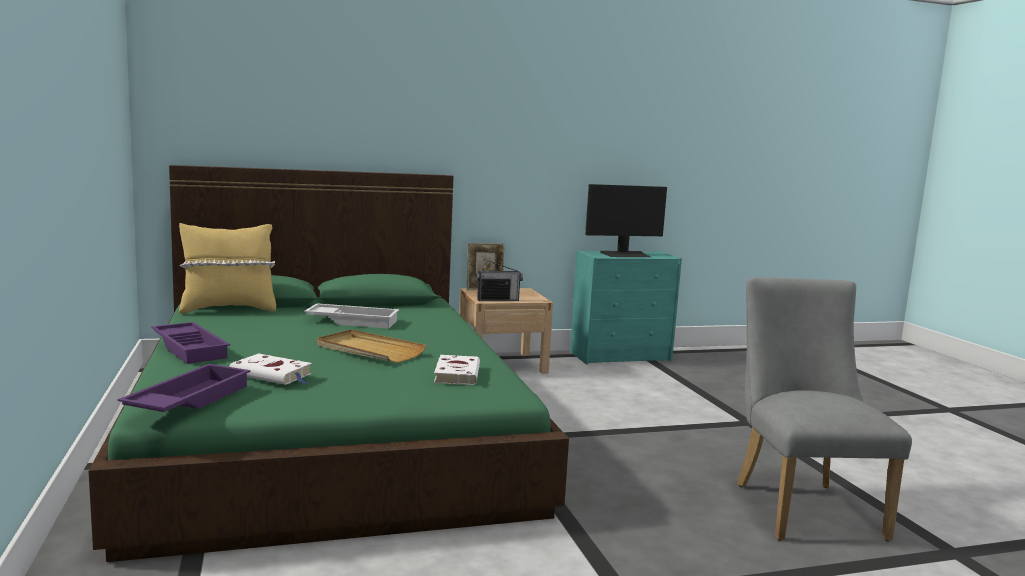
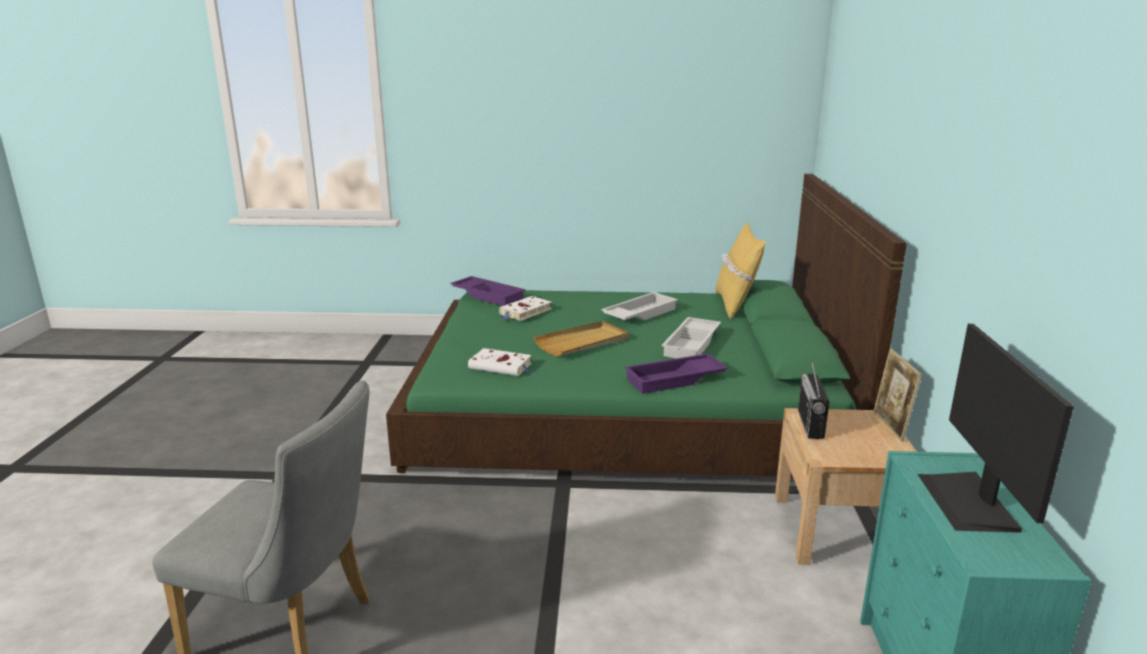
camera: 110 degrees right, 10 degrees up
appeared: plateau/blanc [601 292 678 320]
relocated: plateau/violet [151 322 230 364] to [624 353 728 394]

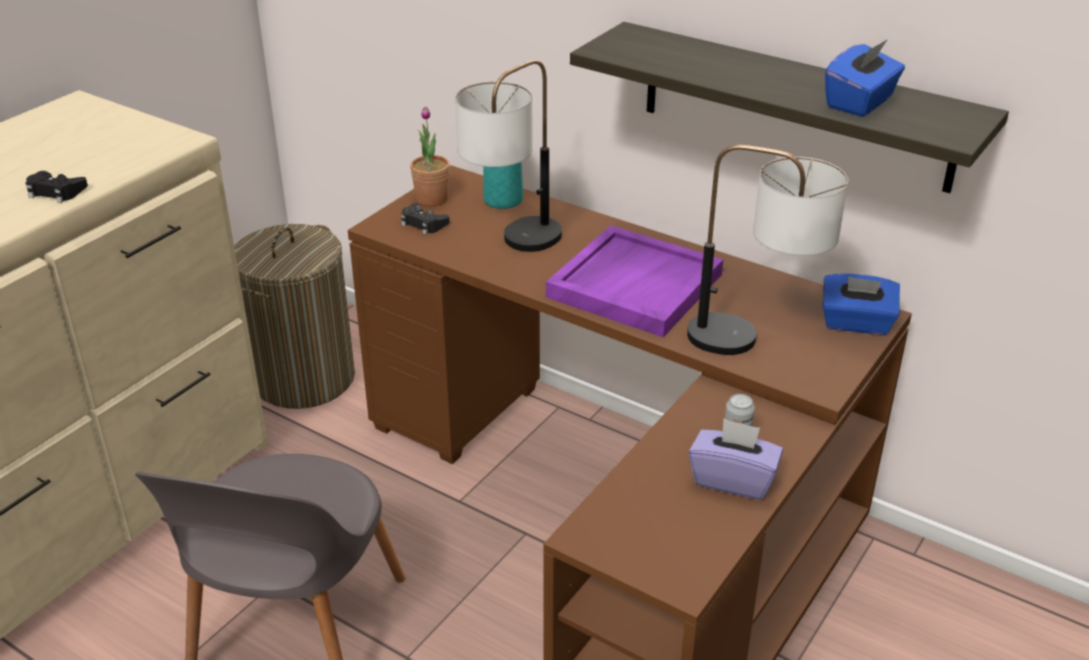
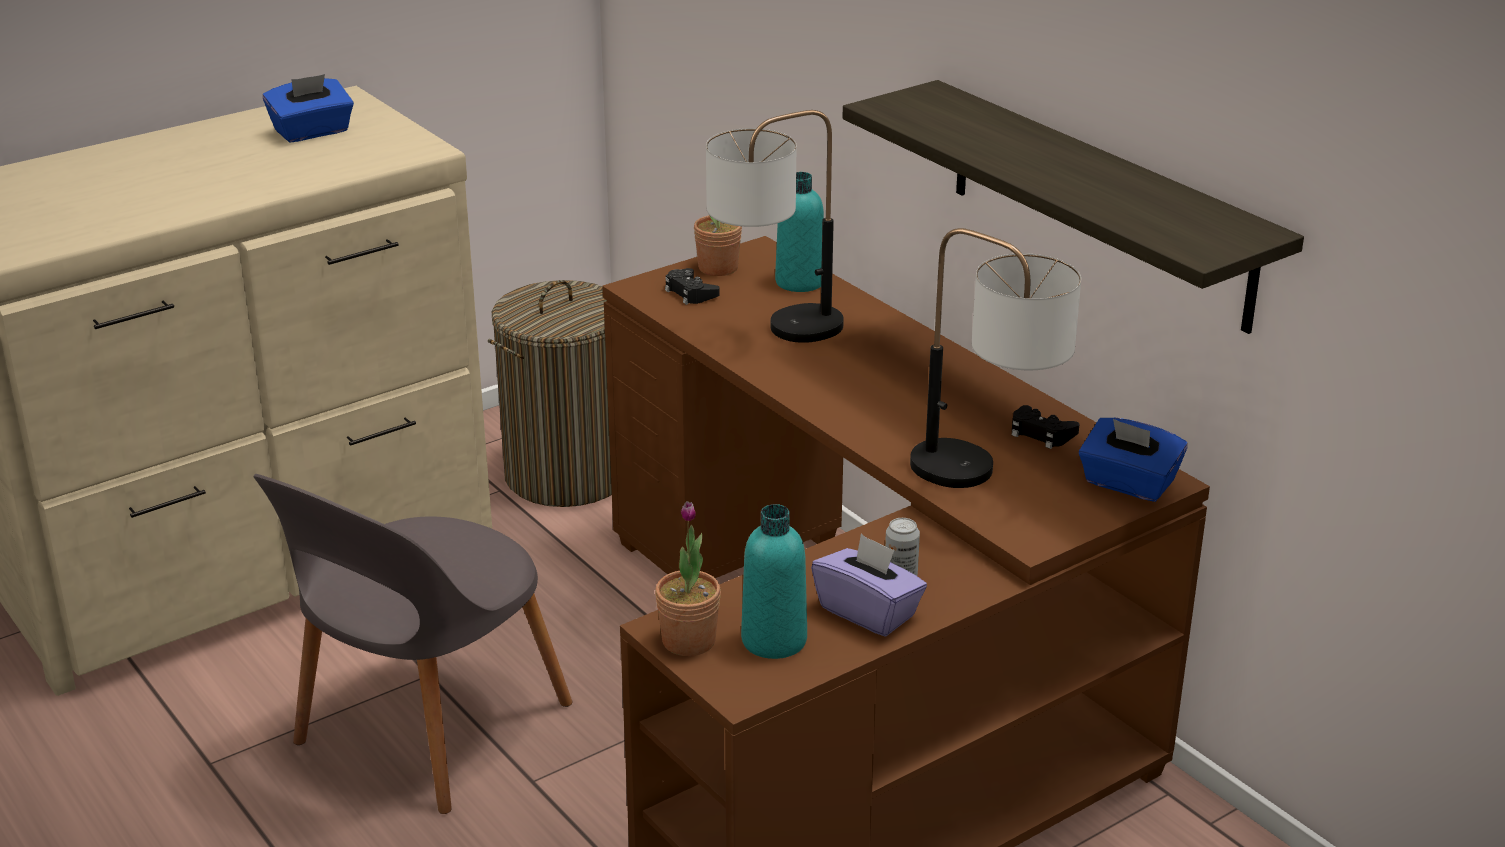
camera: 20 degrees right, 5 degrees down
missing: plateau/violet [546 225 723 337]
appeared: plante en pot [655 501 721 656]; bouteille/turquoise [741 504 807 659]
relocated: manette/noir [26 171 88 203] to [1012 405 1079 449]; boîte à mouchoirs/bleu [825 39 905 117] to [263 74 354 143]

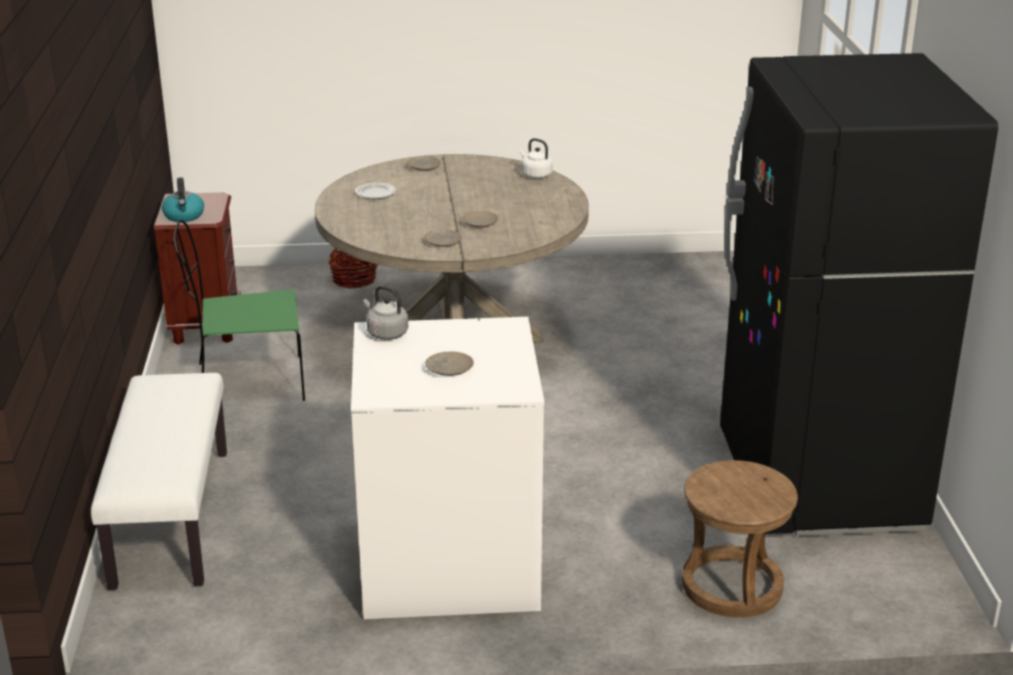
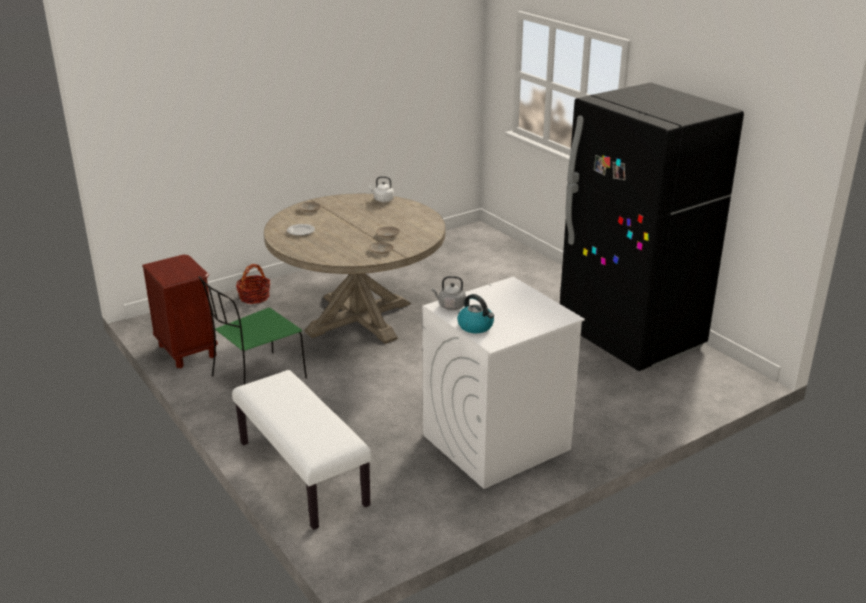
camera: 30 degrees left, 0 degrees up
missing: assiette/beige [425 351 474 376]; tabouret/marron [682 460 798 618]
relocated: bouilloire [162 178 204 222] to [457 294 494 333]

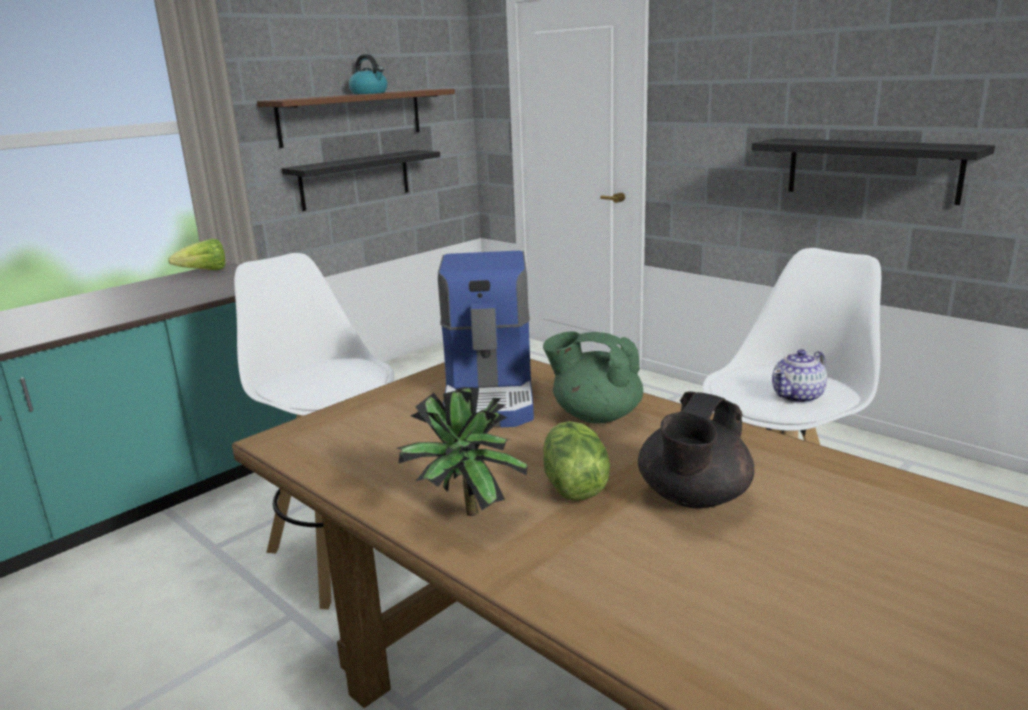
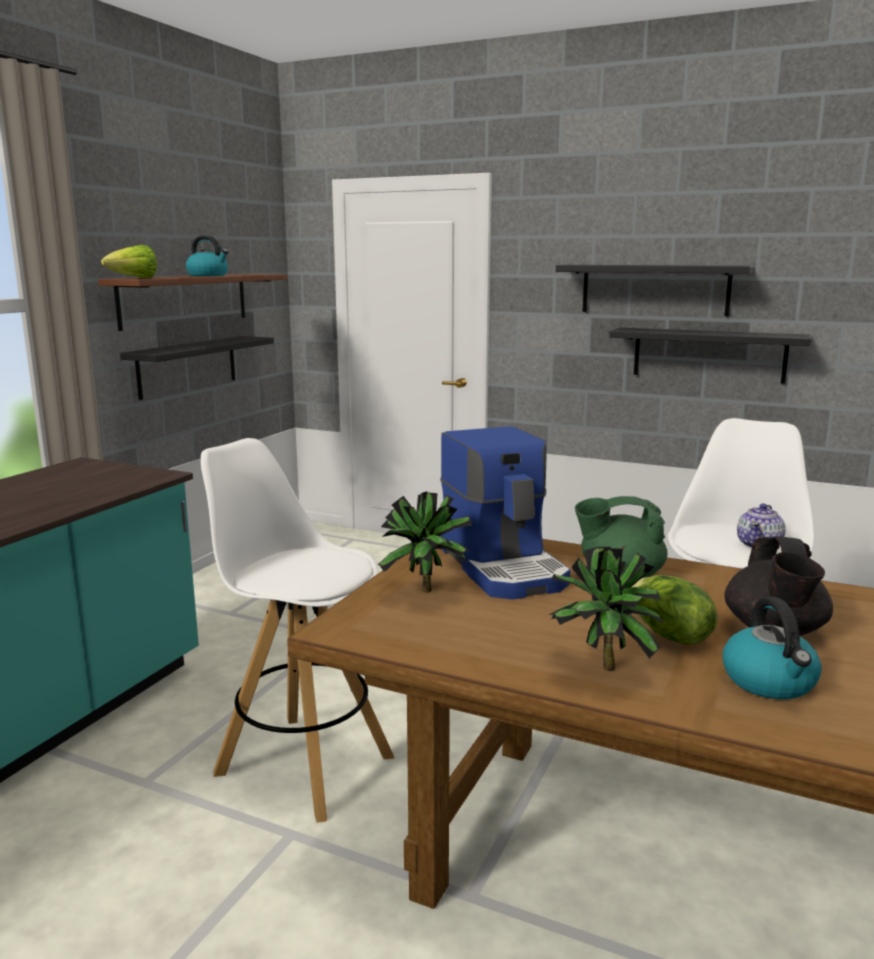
camera: 20 degrees left, 5 degrees down
appeared: plante en pot [378 491 472 593]; étagère/noir [556 265 753 316]; bouilloire [723 597 822 699]
relocated: laitue [168 239 225 270] to [101 245 157 278]

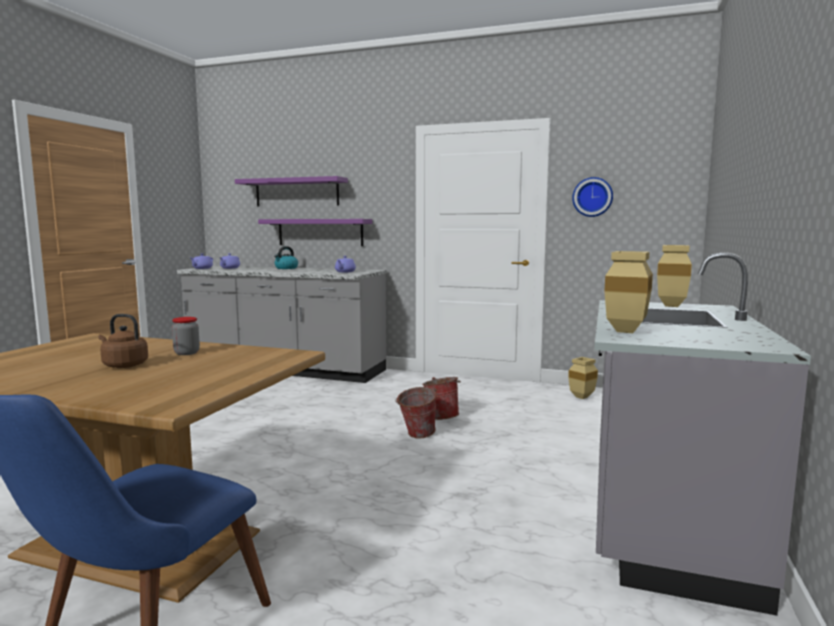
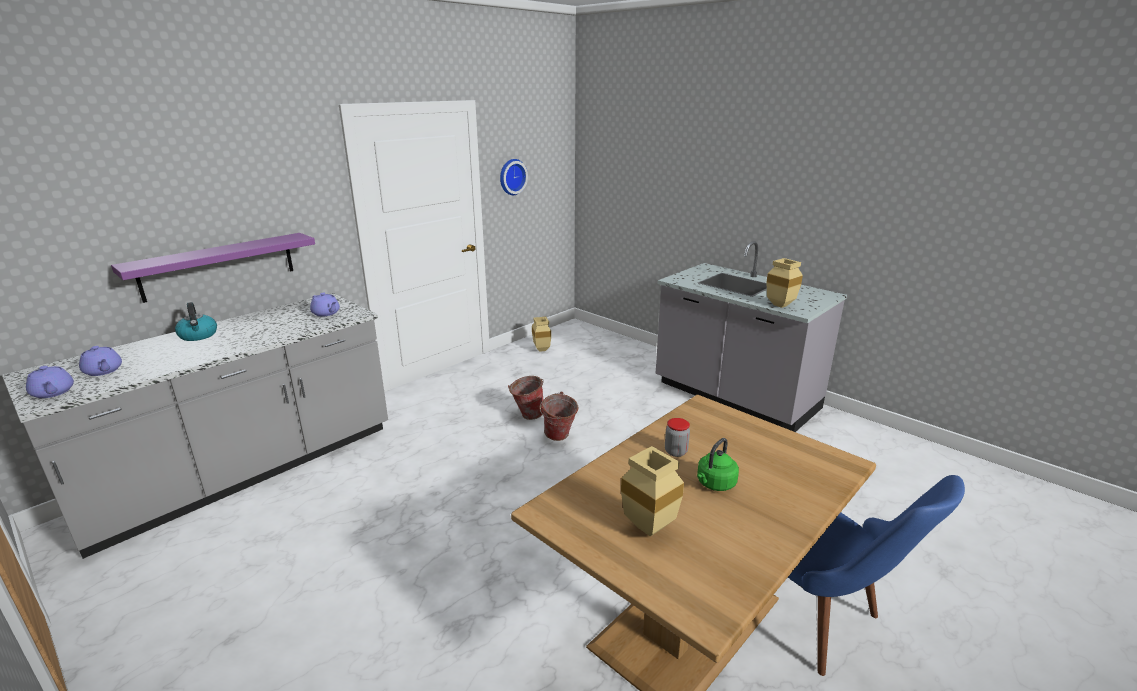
camera: 65 degrees left, 15 degrees up
missing: étagère/violet [235 176 348 206]
relocated: vase/beige [657 245 692 307] to [621 446 684 537]
colour: bouilloire/marron [98 314 148 368] to bouilloire/vert [697 438 739 491]

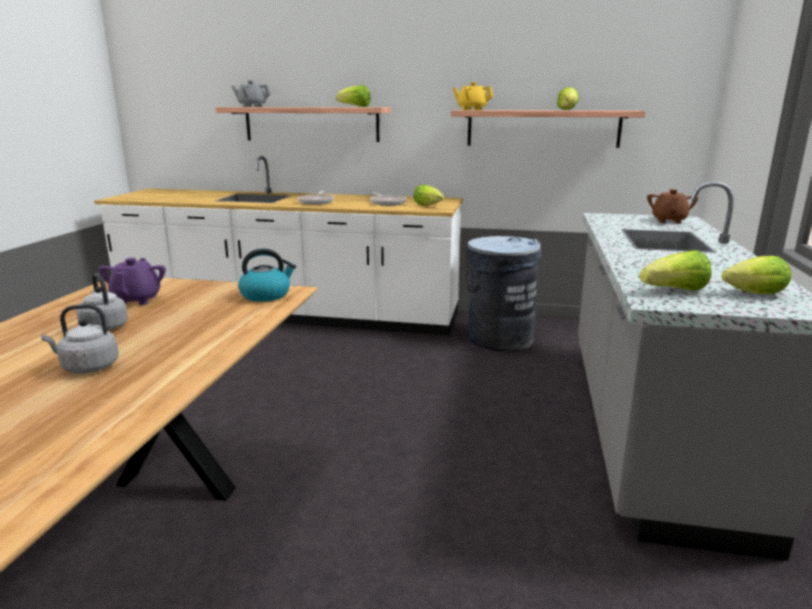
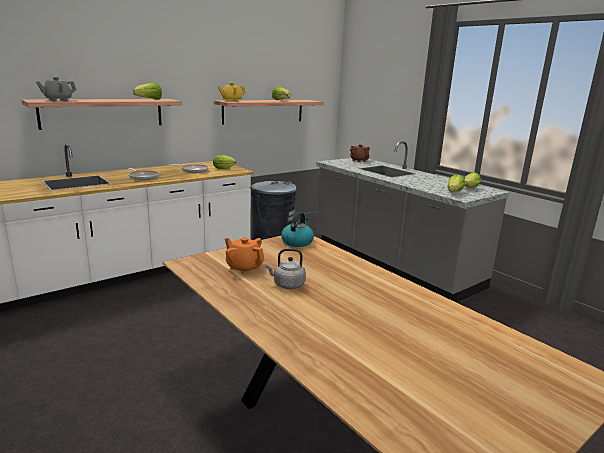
camera: 50 degrees left, 0 degrees up
missing: bouilloire/gris [41 304 119 373]
colour: théière/violet [98 258 166 305] to théière/orange [225 237 265 274]

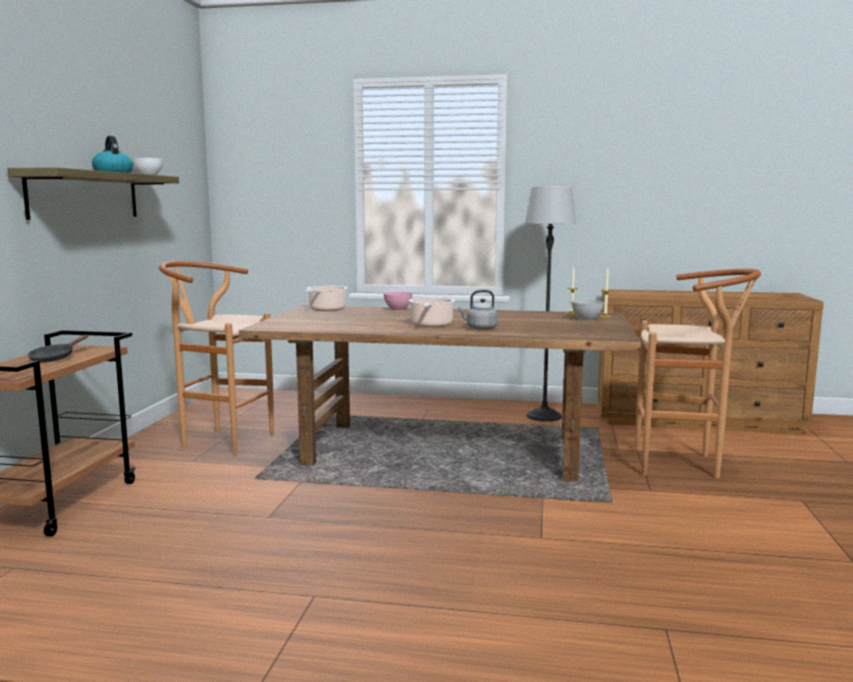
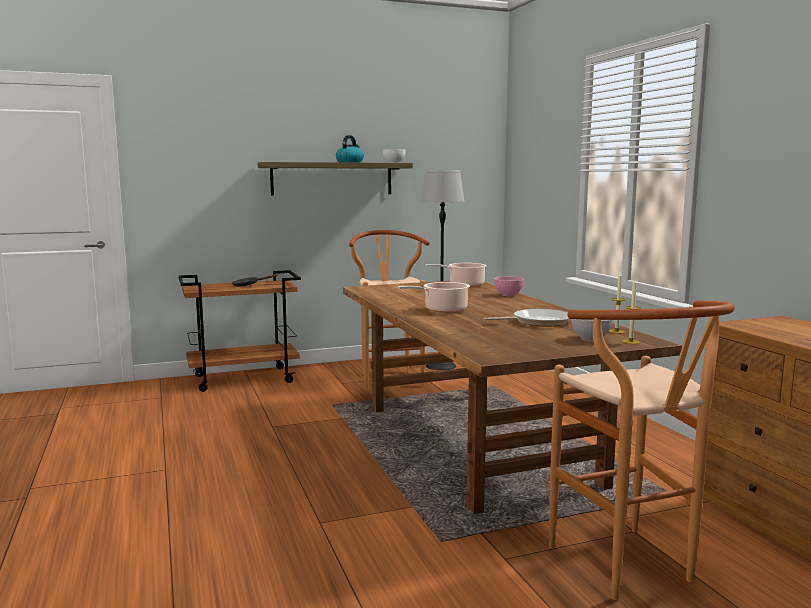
camera: 60 degrees right, 0 degrees up
missing: bouilloire/gris [458 290 498 330]
appeared: poêle [484 309 570 327]
relocated: lampadaire [525 186 577 422] to [421 170 464 370]

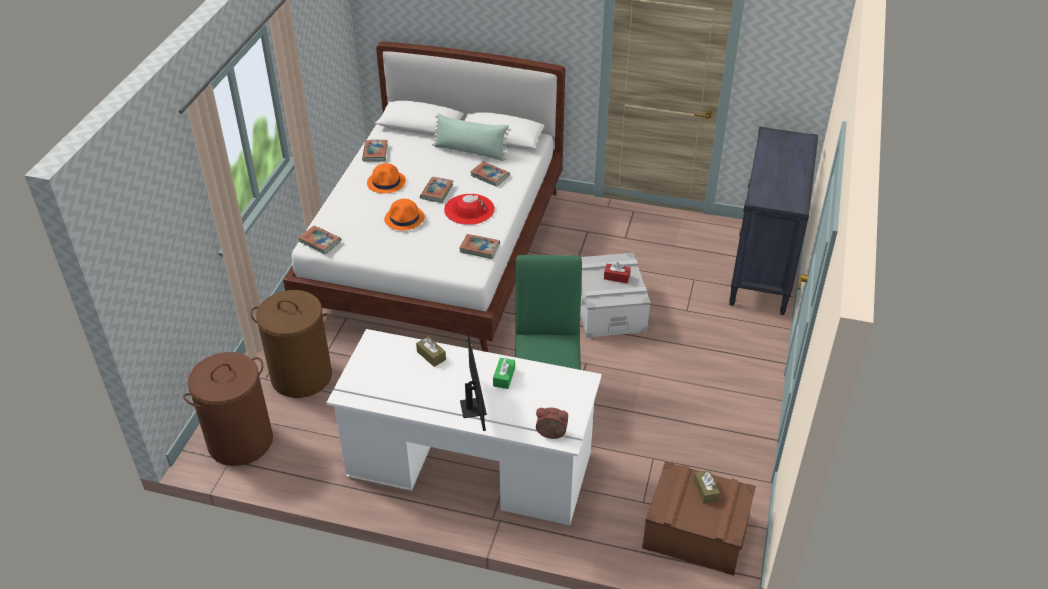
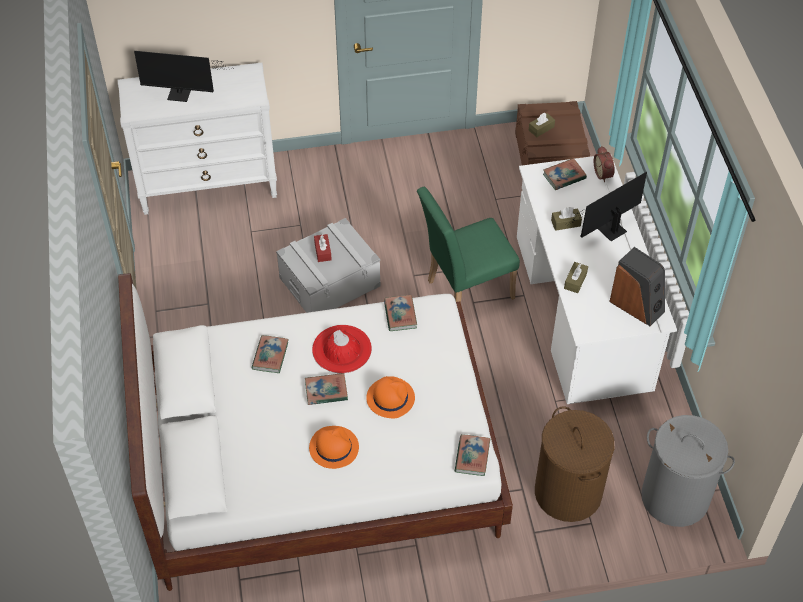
camera: 115 degrees left, 10 degrees up
missing: coussin/vert [432 113 511 161]
appeared: écran d'ordinateur [134 51 233 102]; enceinte [609 247 665 326]
relocated: livre [362 140 388 162] to [543 158 587 190]
colour: panier à linge/marron [183 352 273 466] to panier à linge/gris [641 415 735 527]; boîte à mouchoirs/vert [493 358 515 389] to boîte à mouchoirs/marron [551 207 582 231]; commode/noir [729 127 818 315] to commode/blanc [118 63 277 215]

